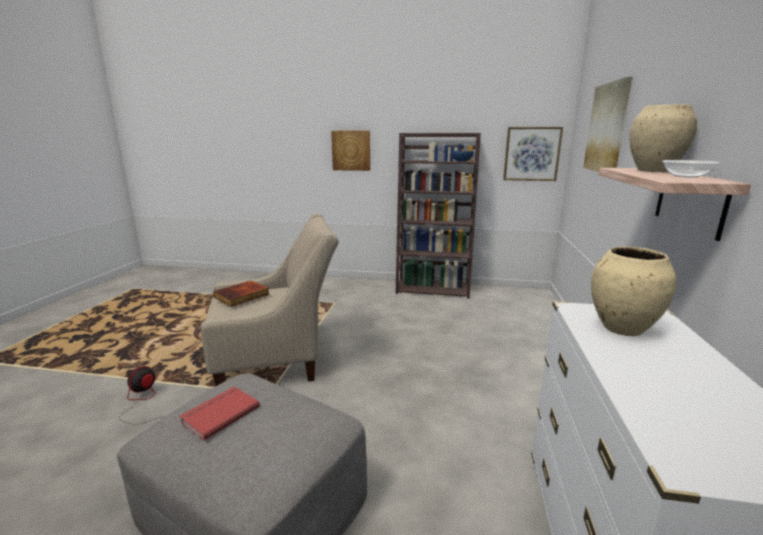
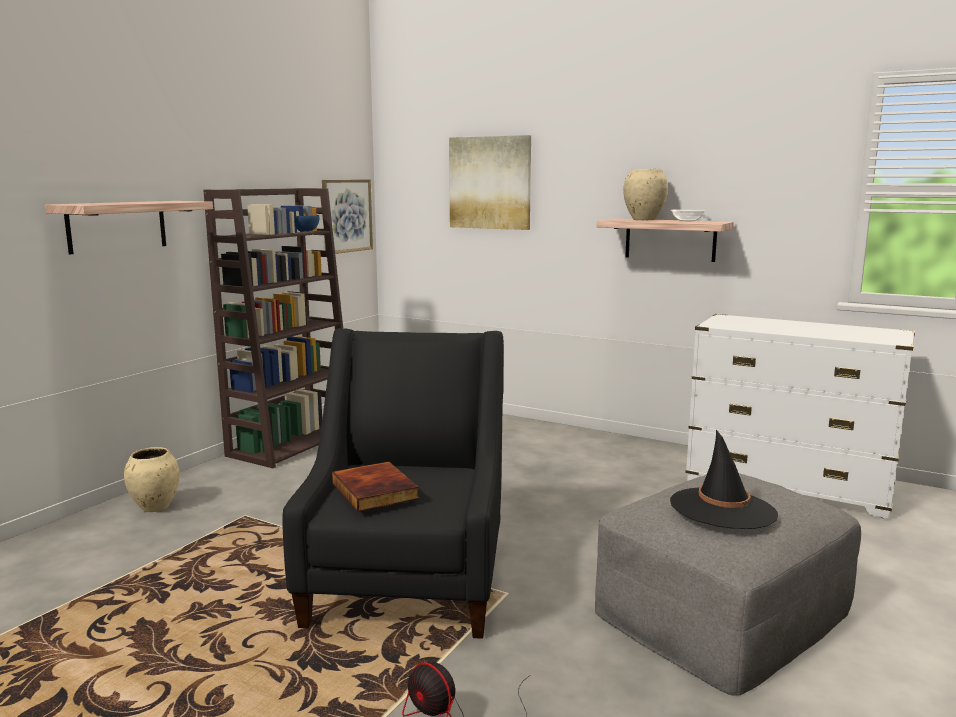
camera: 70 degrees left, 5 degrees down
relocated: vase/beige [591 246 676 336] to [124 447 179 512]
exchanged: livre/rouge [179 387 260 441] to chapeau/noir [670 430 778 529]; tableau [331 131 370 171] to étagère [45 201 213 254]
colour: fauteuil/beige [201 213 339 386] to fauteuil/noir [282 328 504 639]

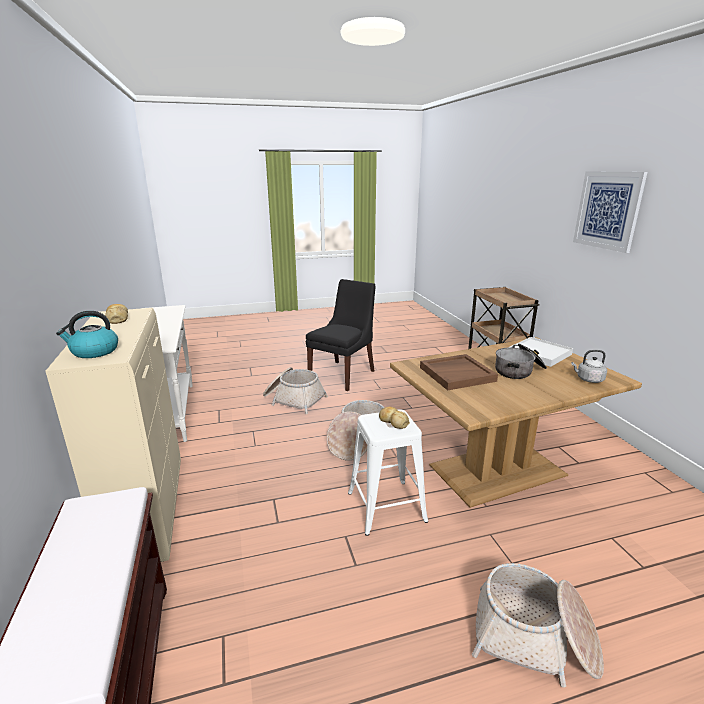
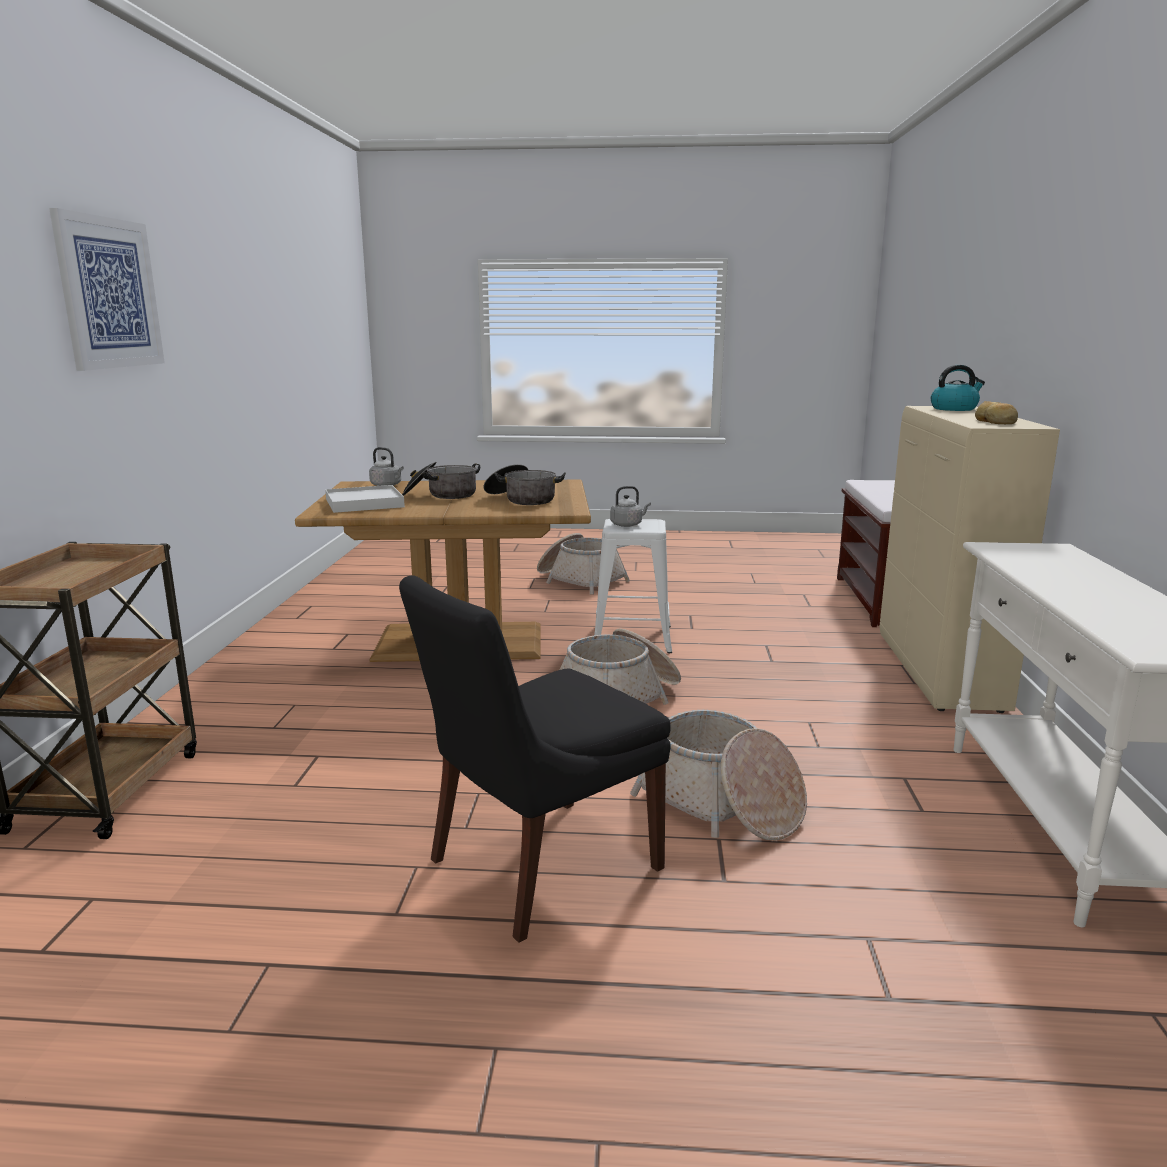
camera: 160 degrees left, 5 degrees down
exchanged: pain [379 406 410 429] to bouilloire/gris [610 486 651 527]; plateau/marron [420 354 498 390] to marmite [483 464 566 505]

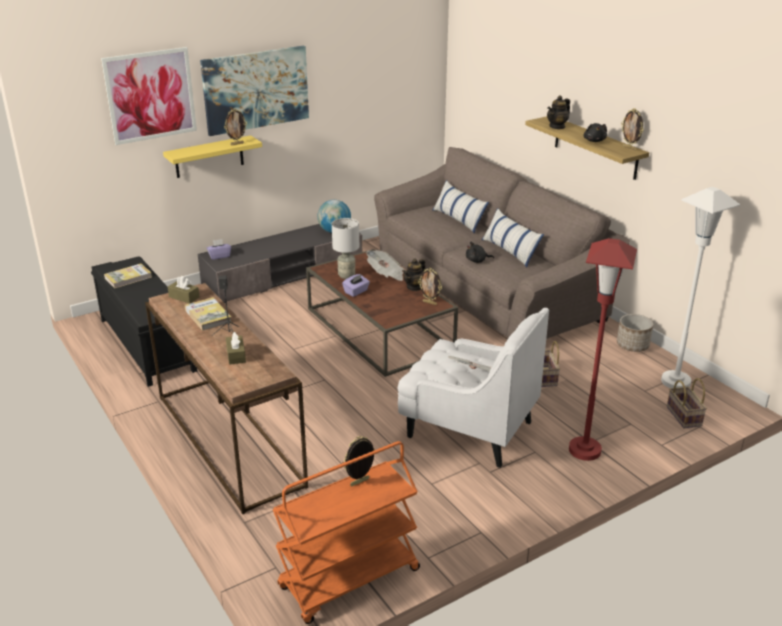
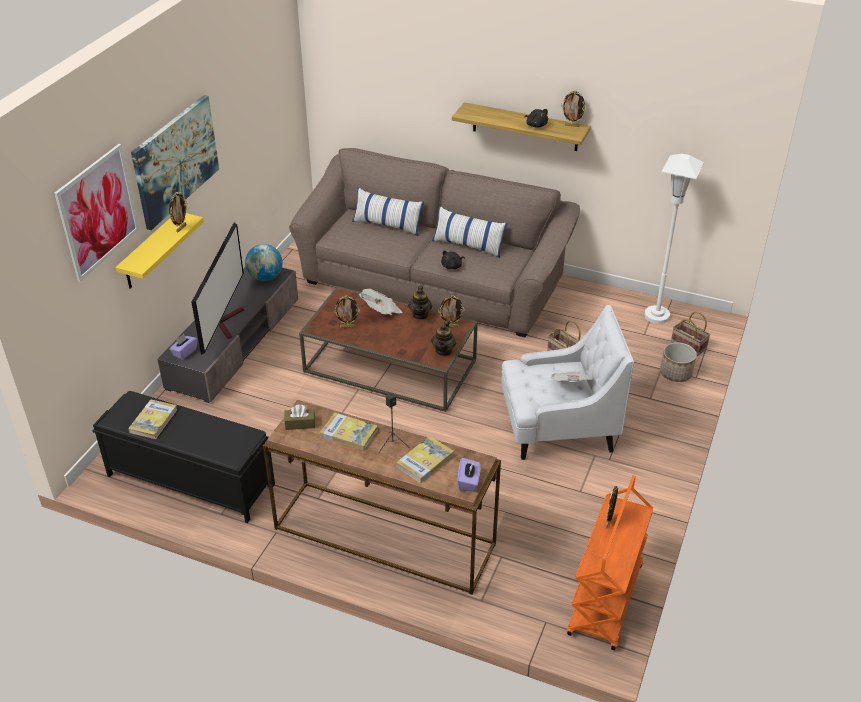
camera: 35 degrees left, 10 degrees up
missing: lampadaire/rouge [569 238 637 461]
appeared: téléviseur [191 222 244 355]
relocated: boîte à mouchoirs/violet [342 274 370 297] to [457 458 481 492]; théière [547 95 570 129] to [431 321 456 356]; cache-pot [617 314 653 352] to [660 342 697 382]
exchanged: boîte à mouchoirs/marron [226 332 246 365] to livre [396 436 454 483]; lampe de table/gris [332 218 359 279] to cadre photo [334 296 360 328]

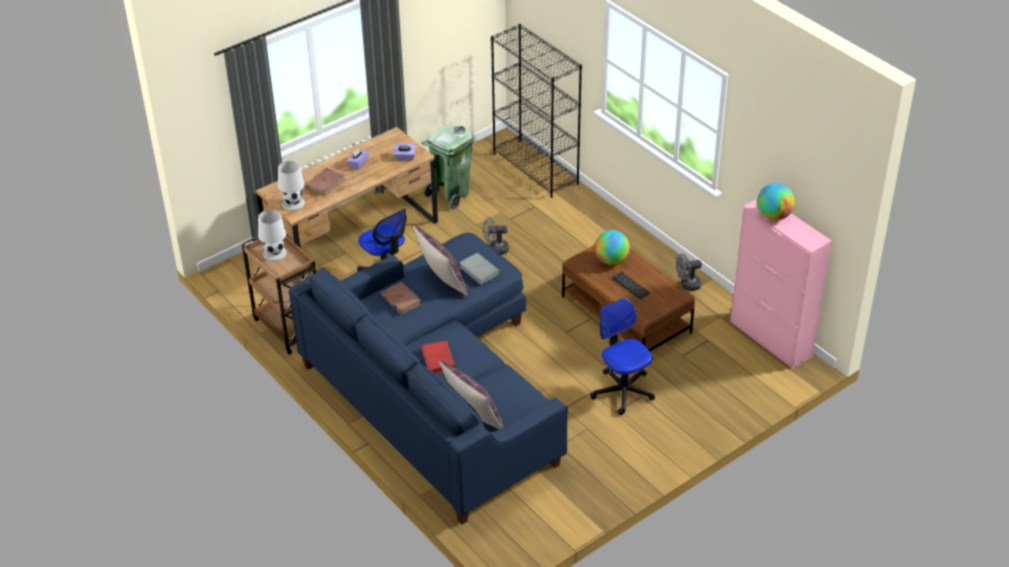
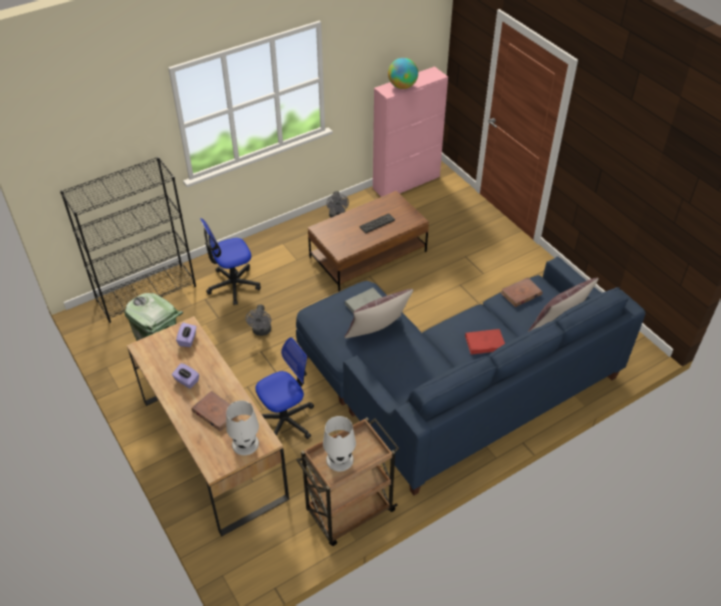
camera: 85 degrees left, 5 degrees up
missing: globe [595 230 630 265]
relocated: livre/marron [381 282 422 315] to [500 277 543 307]; chaise de bureau [590 298 655 415] to [200 218 261 305]

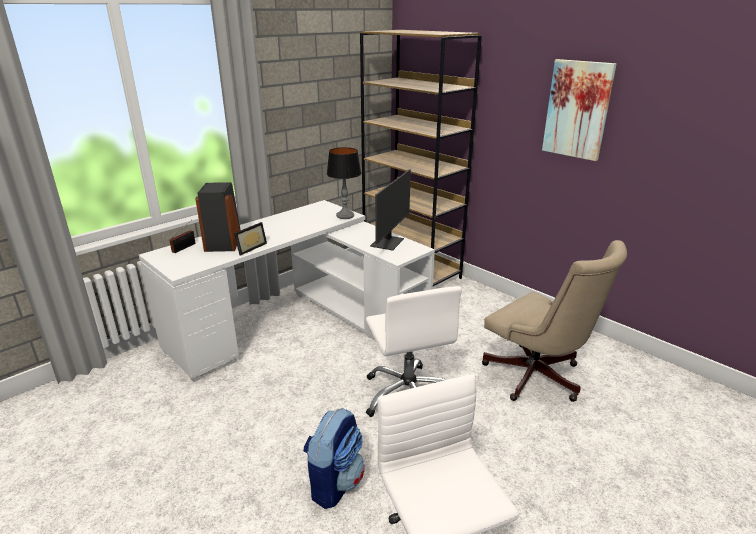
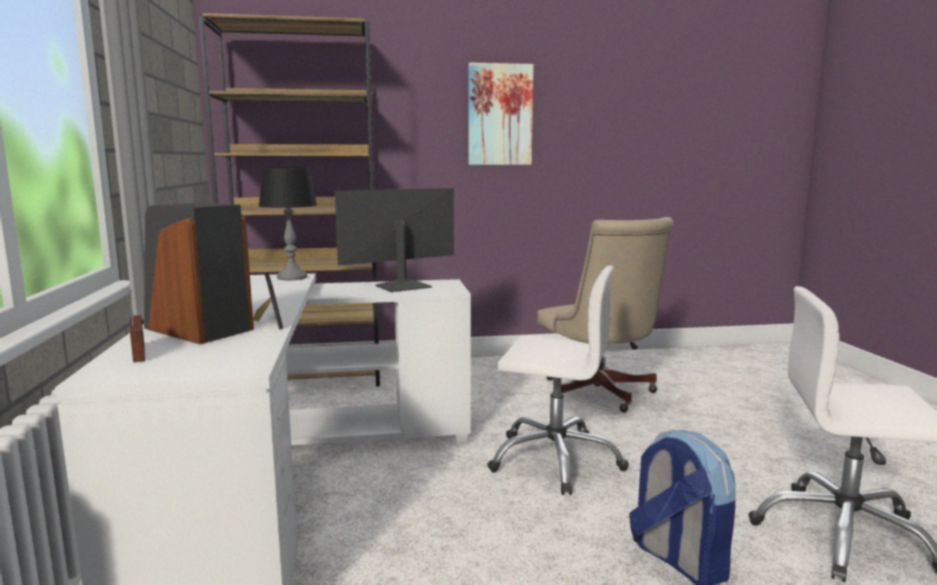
camera: 55 degrees left, 15 degrees down
spun: écran d'ordinateur [370 169 411 251] = [335 188 454 292] 90 degrees counterclockwise; chaise de bureau/beige [482 240 627 402] = [537 217 674 412] 75 degrees clockwise

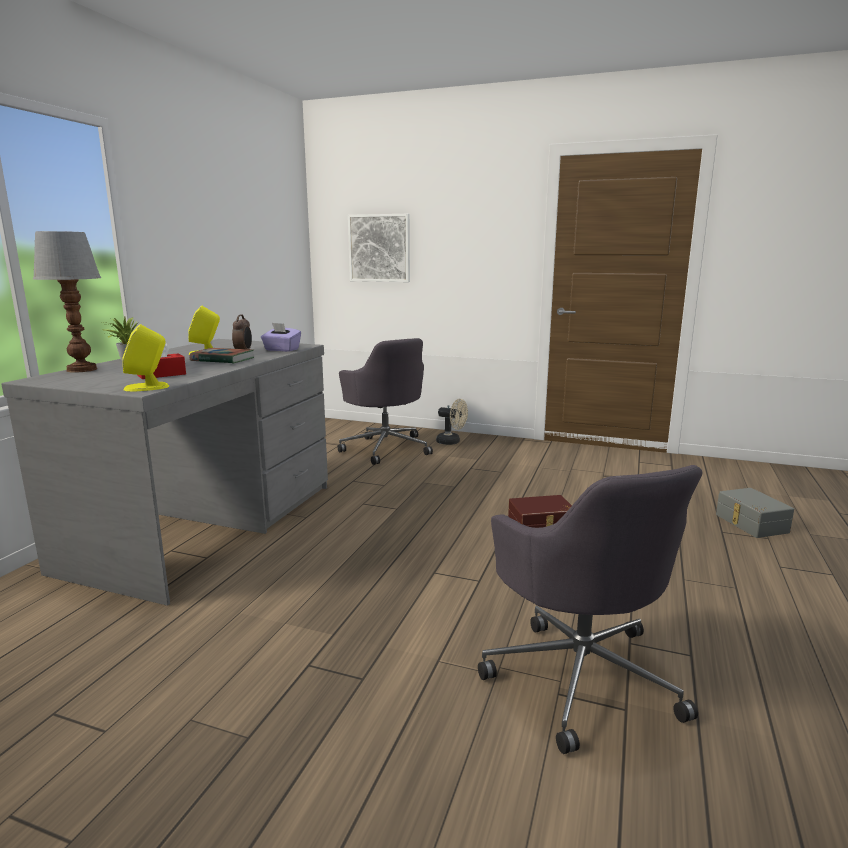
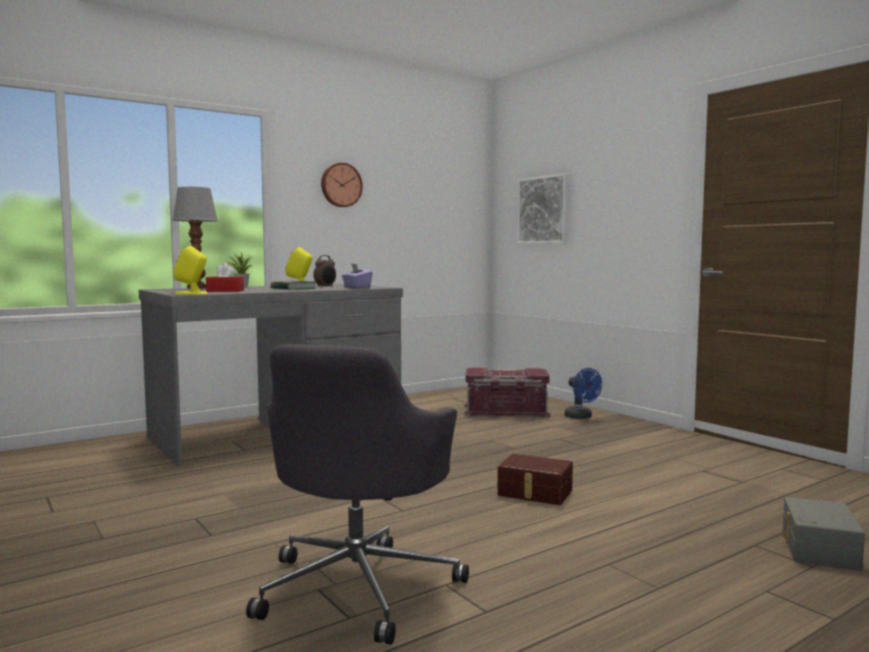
camera: 35 degrees right, 10 degrees down
appeared: horloge murale [321 163 363 207]
exchanged: chaise de bureau/gris [337 338 433 465] to boîte de rangement/rouge [464 368 551 418]
colour: ventilateur/beige [436 399 468 445] to ventilateur/bleu [564 368 602 419]

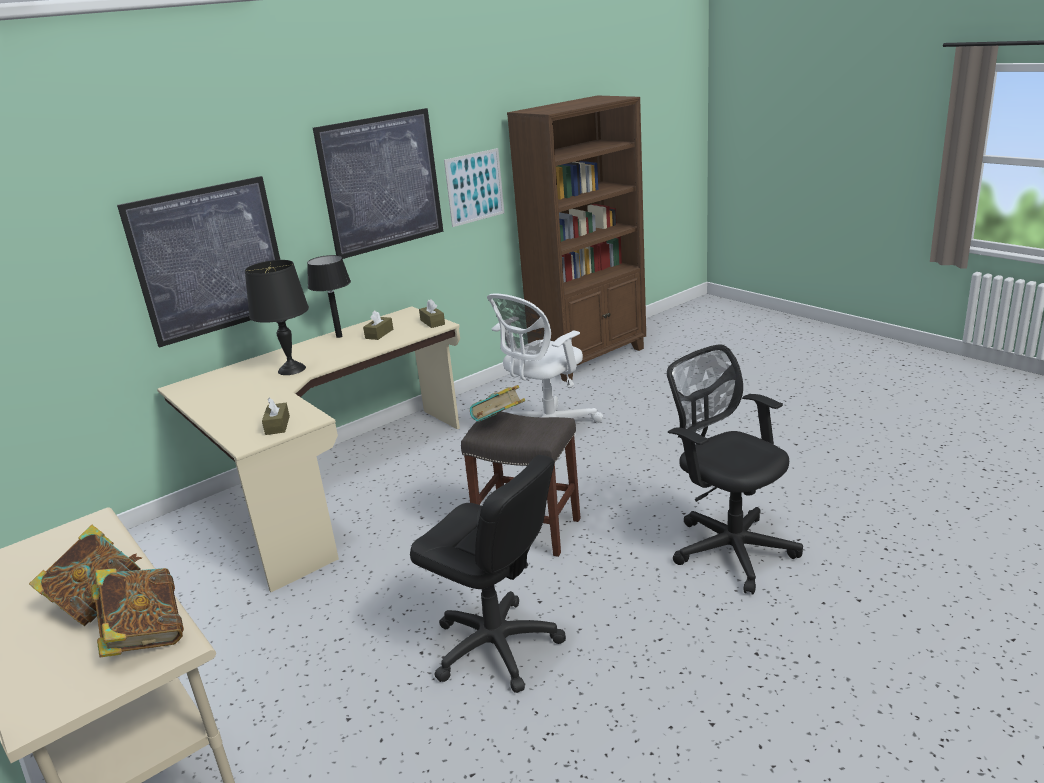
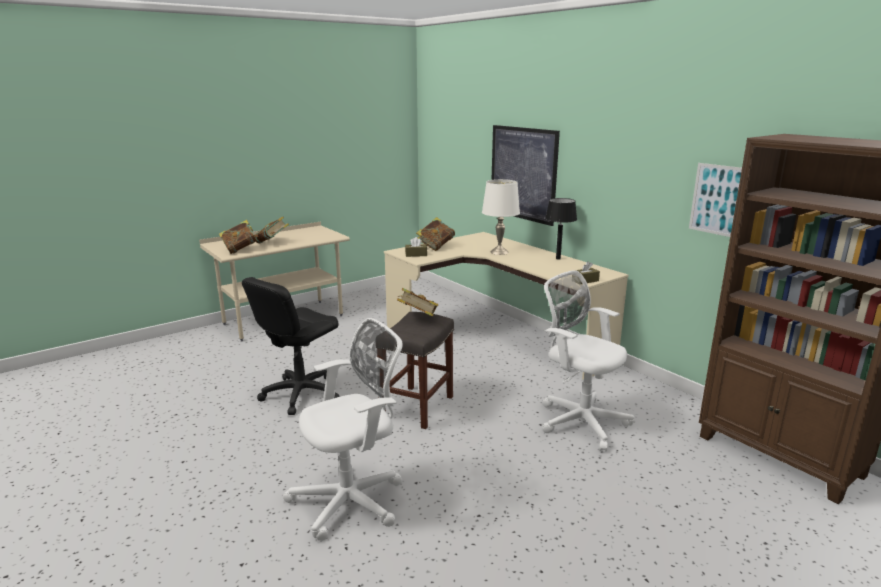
camera: 90 degrees right, 5 degrees down
missing: tableau [313 108 443 259]; boîte à mouchoirs/marron [363 310 393 340]
appeared: livre [416 217 455 251]
colour: lampe de table/noir [245 260 309 375] to lampe de table/blanc [482 179 520 255]; chaise de bureau/noir [667 345 803 595] to chaise de bureau/blanc [283 318 403 541]

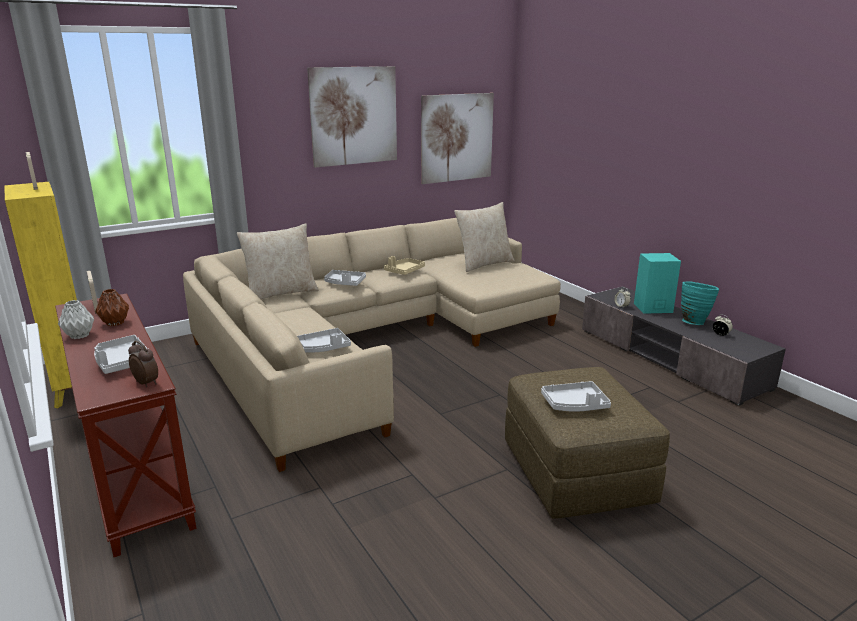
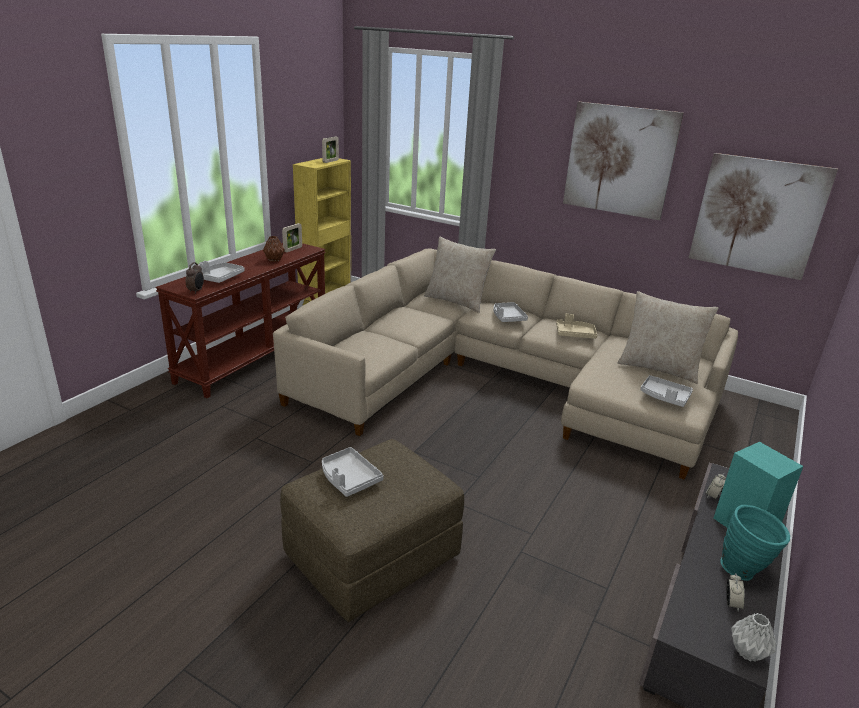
camera: 60 degrees right, 5 degrees up
relocated: vase/gris [58 300 94 339] to [731 613 777 662]; plateau/gris [297 328 351 353] to [640 375 693 407]

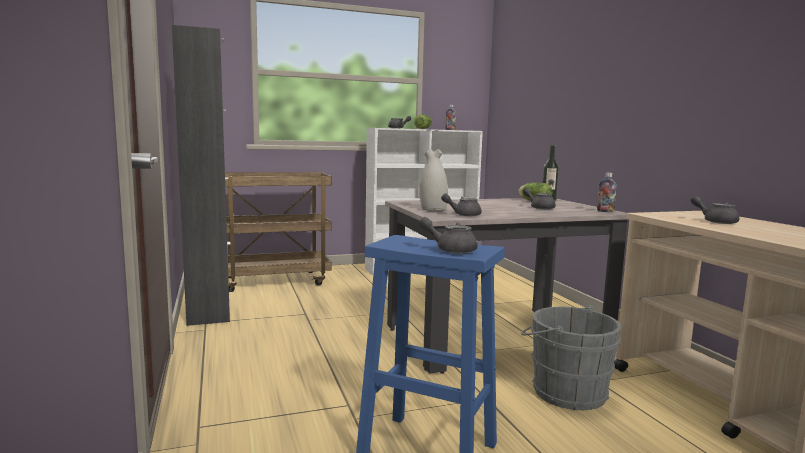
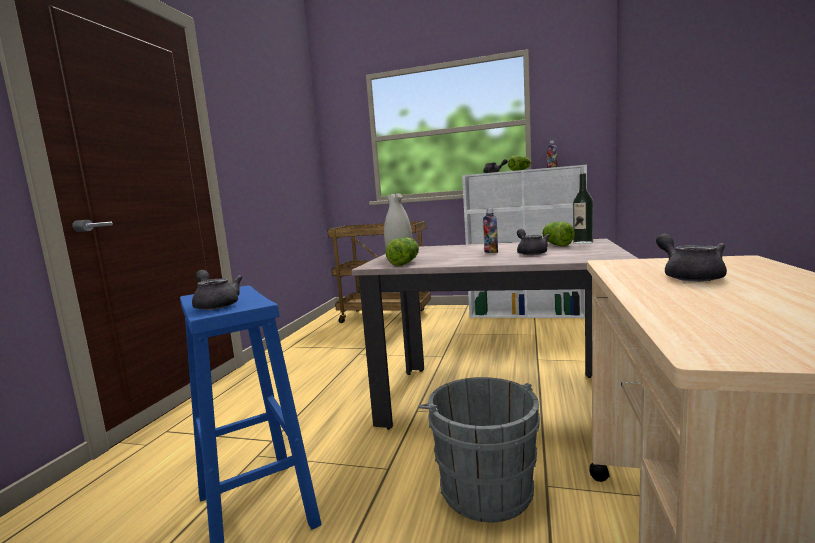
camera: 35 degrees right, 0 degrees up
missing: meuble de rangement/noir [172 25 231 326]
relocated: bouteille [597 172 617 212] to [483 208 498 253]
exchanged: théière/gris [441 193 481 216] to laitue [385 237 419 266]

